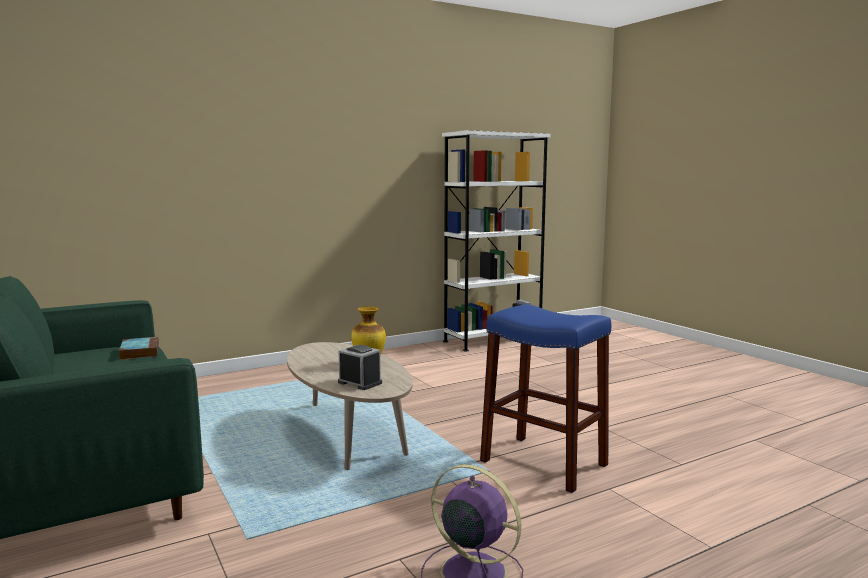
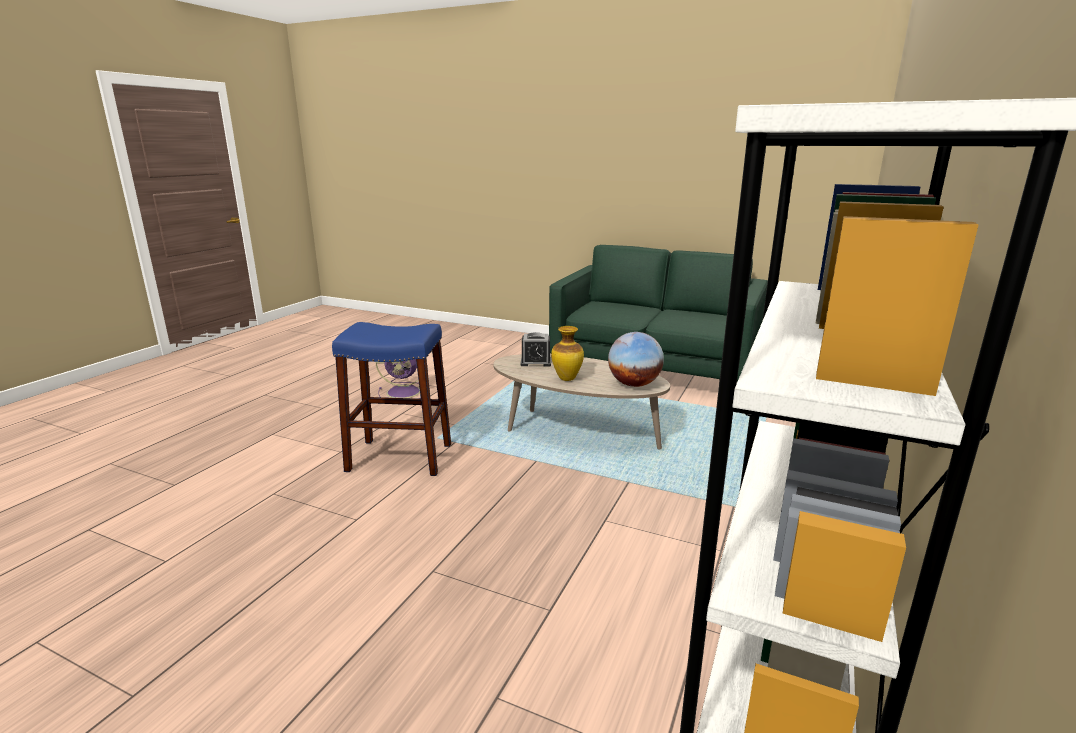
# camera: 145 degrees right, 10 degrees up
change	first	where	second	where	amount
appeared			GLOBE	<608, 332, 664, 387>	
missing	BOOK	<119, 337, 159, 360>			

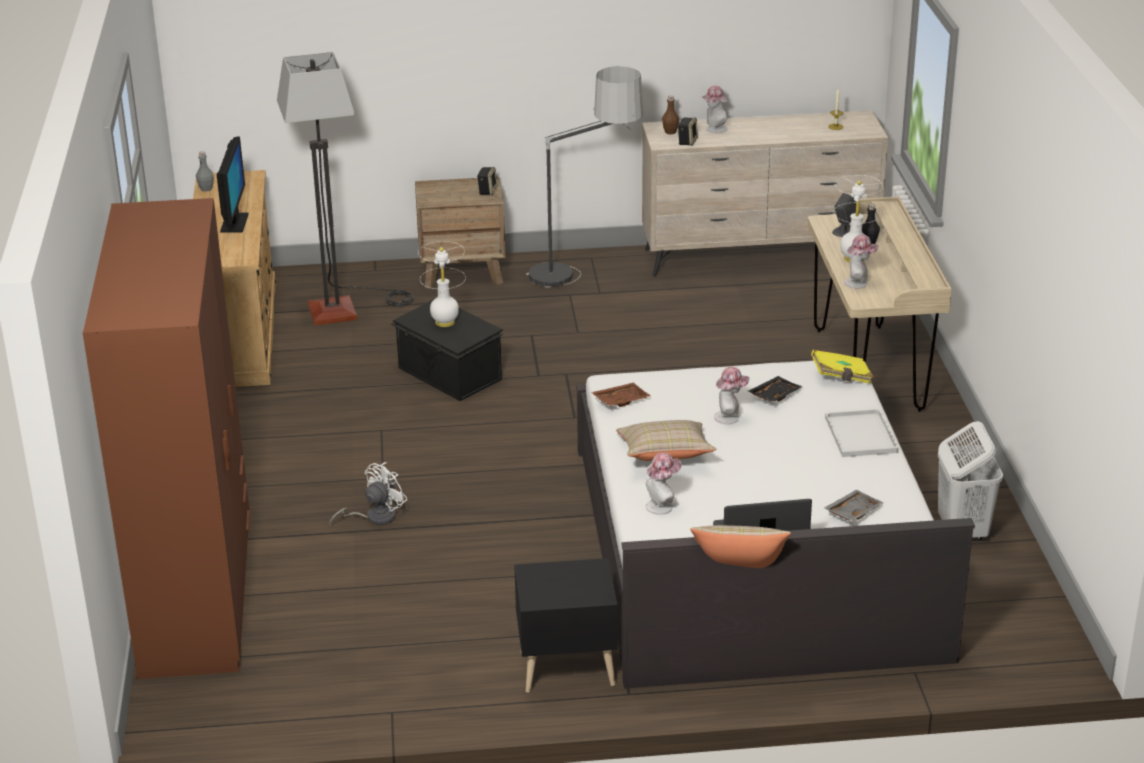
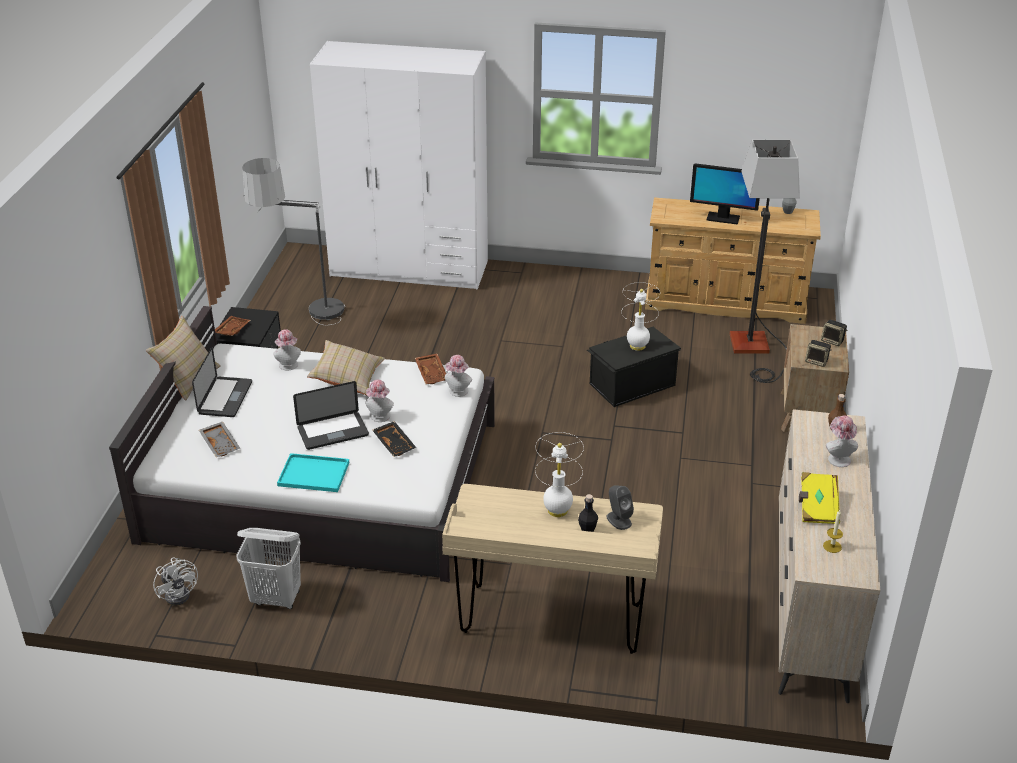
# camera: 105 degrees right, 5 degrees up
change	first	where	second	where	amount
relocated	WHITE FAN	<330, 462, 407, 526>		<153, 557, 198, 606>	
appeared			BROWN TRAY	<215, 316, 251, 336>	
relocated	FLOOR LAMP	<526, 66, 643, 288>		<242, 158, 345, 325>	
colour	WHITE TRAY	<825, 409, 898, 457>	TURQUOISE TRAY	<277, 453, 349, 492>	
appeared			LAPTOP	<293, 381, 369, 450>	
colour	BROWN WARDROBE	<83, 198, 250, 679>	WHITE WARDROBE	<310, 41, 488, 290>	
relocated	HAT	<844, 235, 879, 289>		<445, 355, 472, 397>	
relocated	YELLOW BOOK	<811, 349, 874, 384>		<799, 472, 840, 524>	
relocated	SPEAKER	<677, 117, 698, 146>		<821, 320, 847, 346>	

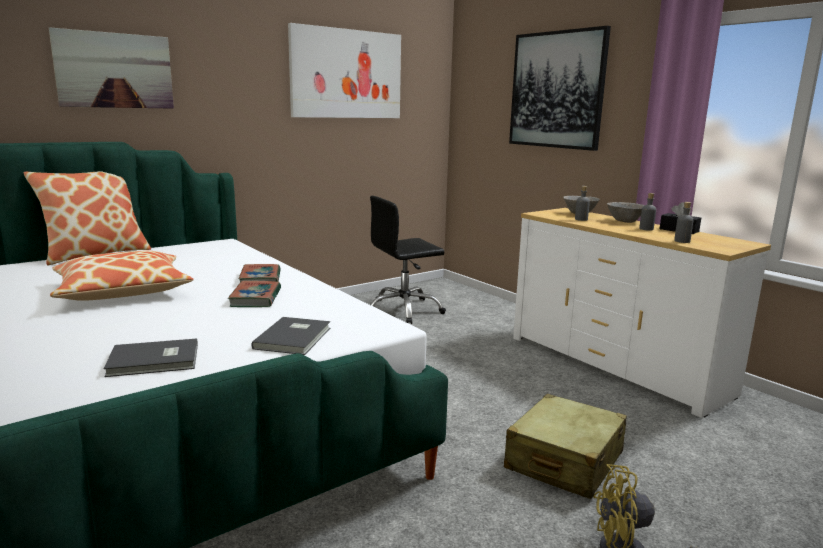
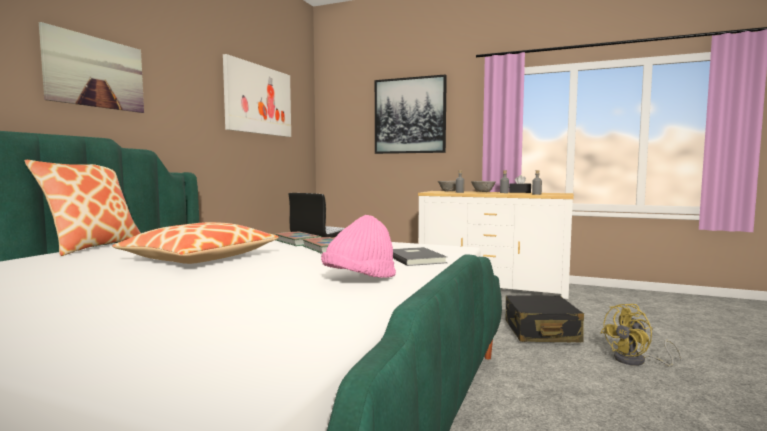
# camera: 30 degrees left, 10 degrees down
change	first	where	second	where	amount
exchanged	GREY BOOK	<103, 338, 198, 377>	PINK HAT	<321, 215, 396, 278>	
colour	BEIGE SUITCASE	<504, 394, 627, 499>	BLACK SUITCASE	<505, 295, 584, 342>	

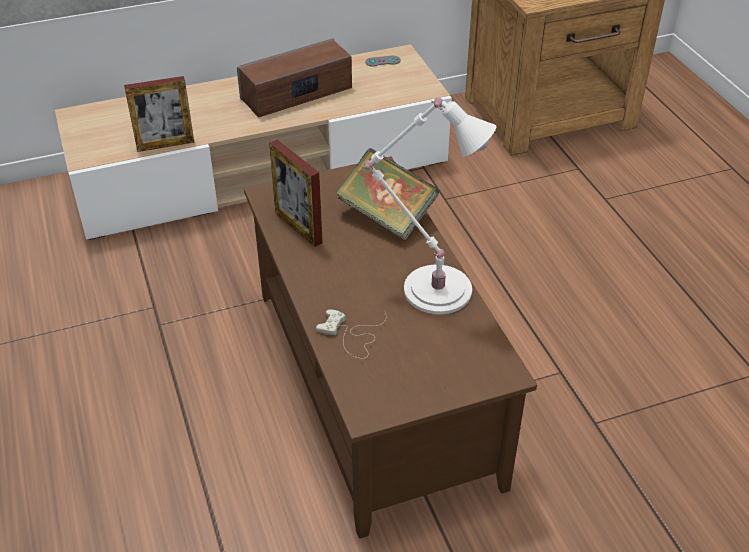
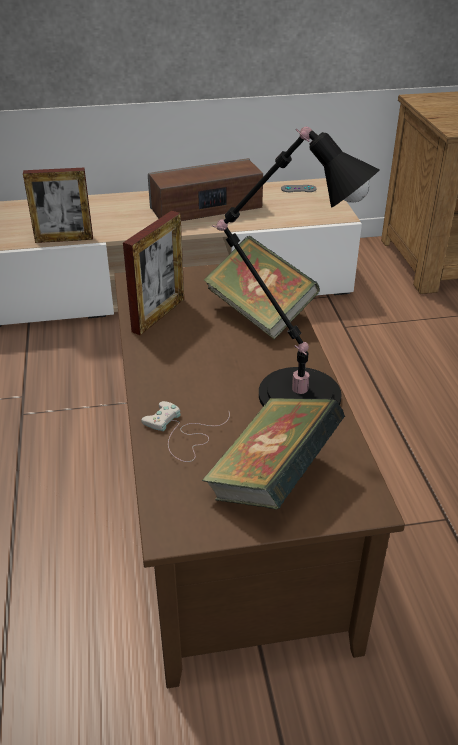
# camera: 10 degrees right, 5 degrees down
change	first	where	second	where	amount
spun	PICTURE FRAME	<269, 140, 323, 247>		<123, 211, 184, 335>	120 degrees counterclockwise
appeared			BOOK	<202, 398, 346, 509>	
colour	WHITE TABLE LAMP	<361, 98, 496, 314>	BLACK TABLE LAMP	<212, 127, 380, 406>	

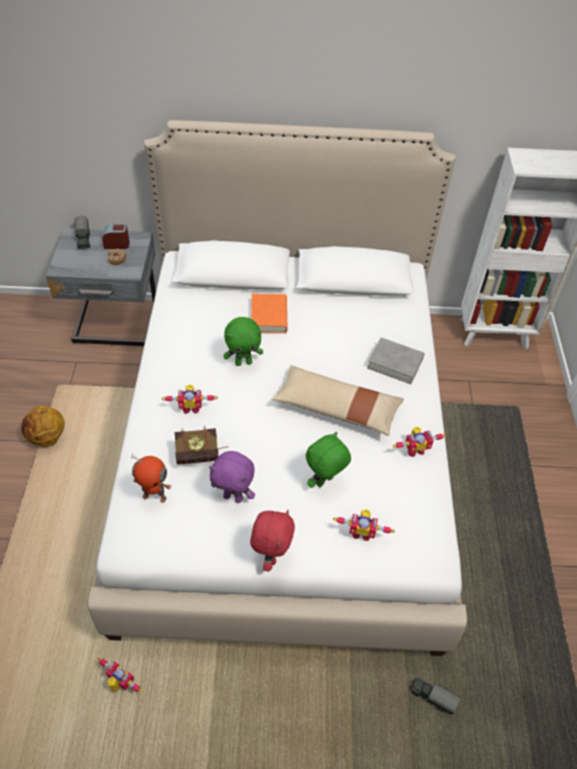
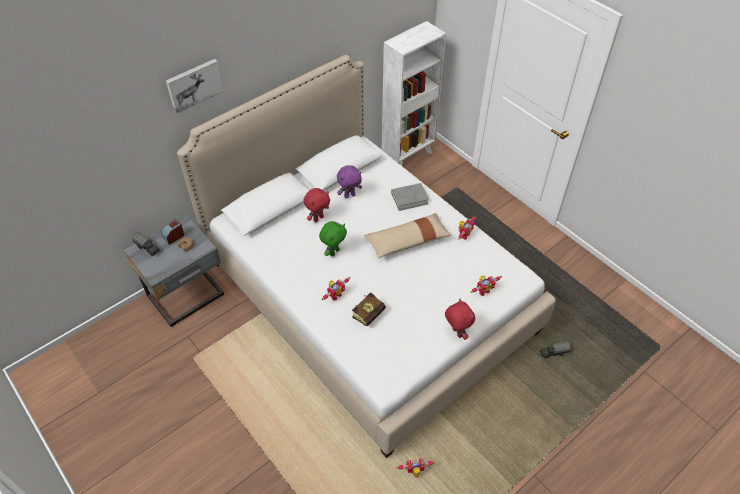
# camera: 40 degrees left, 0 degrees up
change	first	where	second	where	amount
appeared			PICTURE	<166, 59, 224, 114>	
exchanged	ORANGE BOOK	<251, 294, 287, 333>	RED PLUSH TOY	<304, 188, 330, 222>	
relocated	PURPLE PLUSH TOY	<209, 451, 255, 503>		<337, 165, 362, 199>	
missing	BASKETBALL	<21, 406, 65, 447>			
missing	TOY ROBOT	<131, 454, 171, 503>			
missing	GREEN PLUSH TOY	<306, 432, 351, 488>			

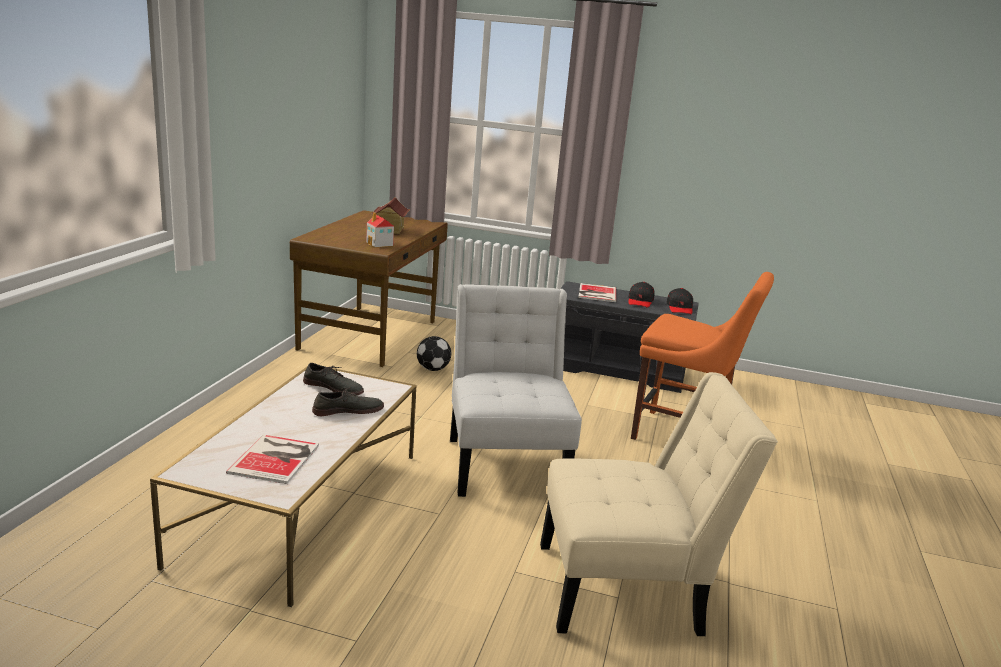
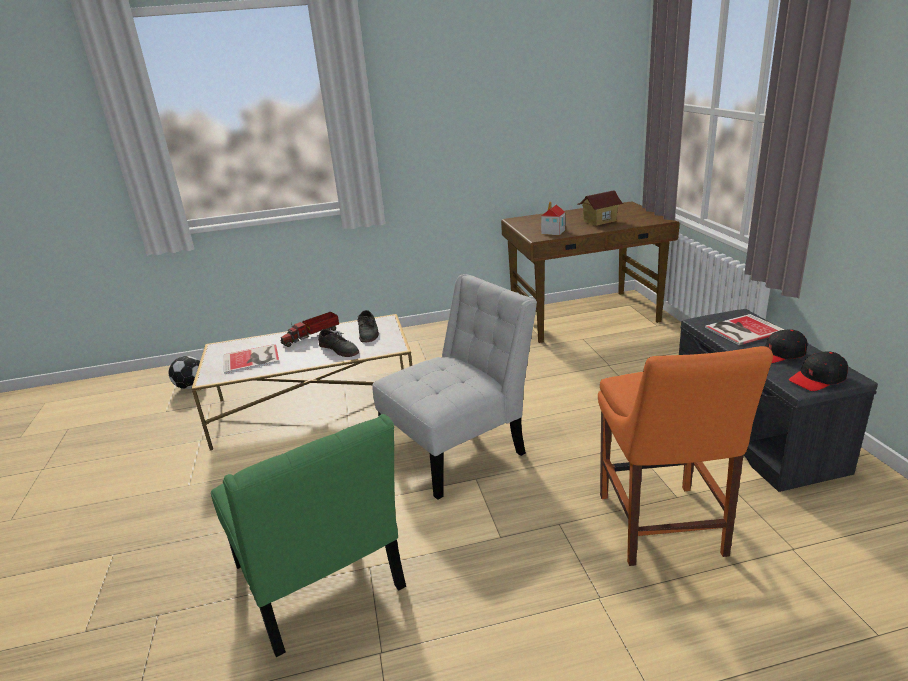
# camera: 65 degrees right, 5 degrees up
change	first	where	second	where	amount
relocated	FOOTBALL	<417, 336, 451, 371>		<169, 356, 200, 389>	
colour	BEIGE CHAIR	<540, 372, 778, 636>	GREEN CHAIR	<211, 414, 406, 657>	
appeared			TOY TRUCK	<281, 312, 339, 347>	

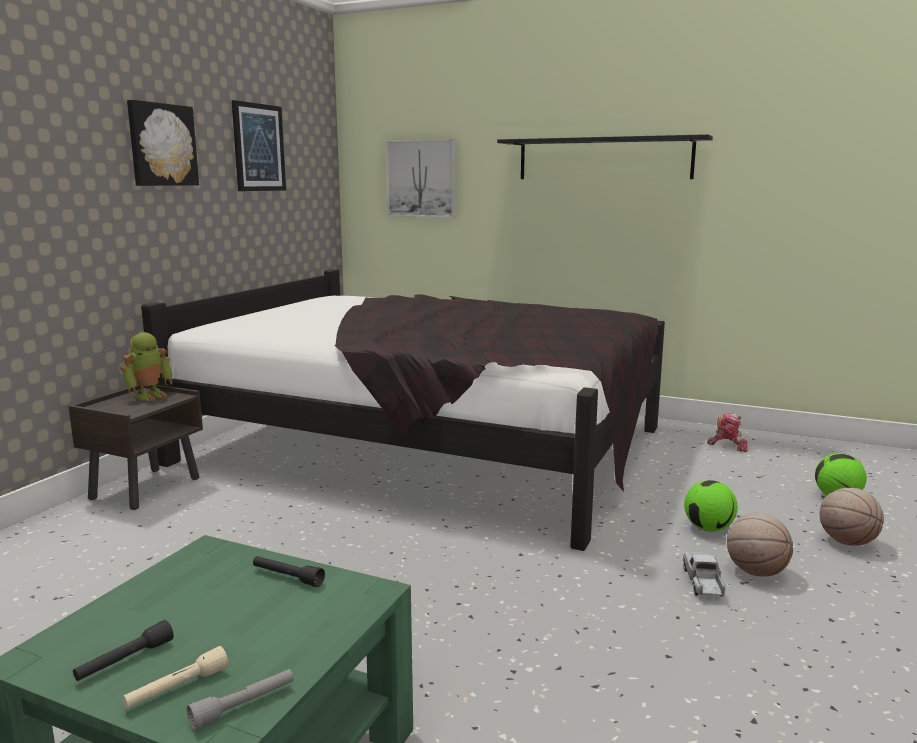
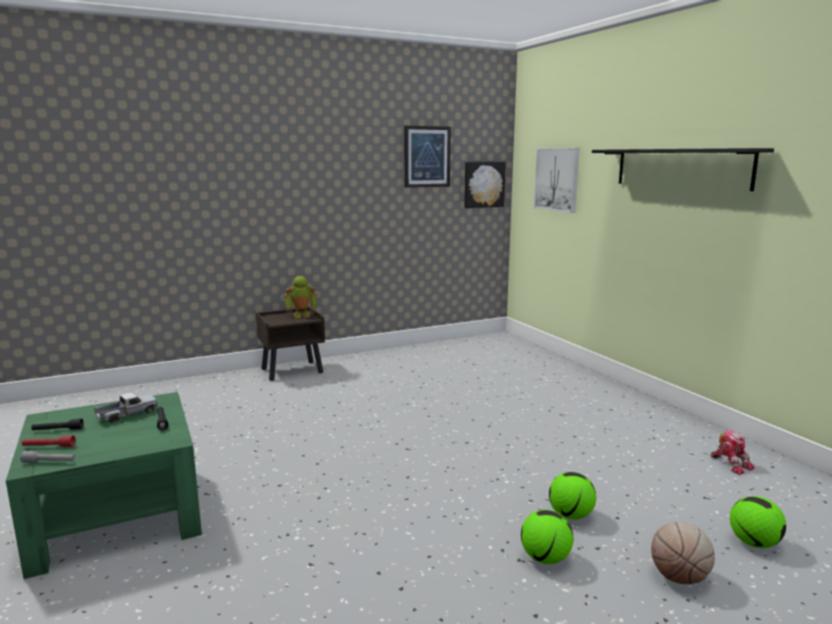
# camera: 40 degrees right, 0 degrees up
change	first	where	second	where	amount
colour	BEIGE FLASHLIGHT	<123, 646, 228, 709>	RED FLASHLIGHT	<22, 435, 76, 447>	
relocated	TOY TRUCK	<683, 552, 725, 599>		<94, 393, 158, 423>	
relocated	PICTURE	<127, 100, 199, 186>		<464, 162, 506, 208>	
exchanged	BASKETBALL	<727, 513, 793, 576>	FOOTBALL	<521, 509, 574, 564>	
missing	BLACK BED	<141, 269, 665, 551>			

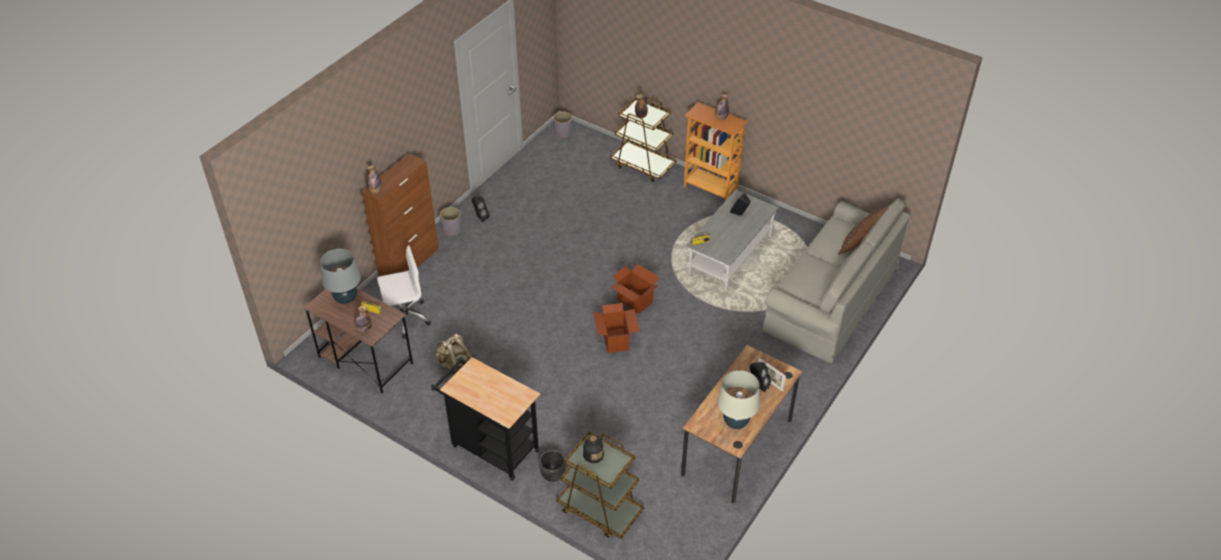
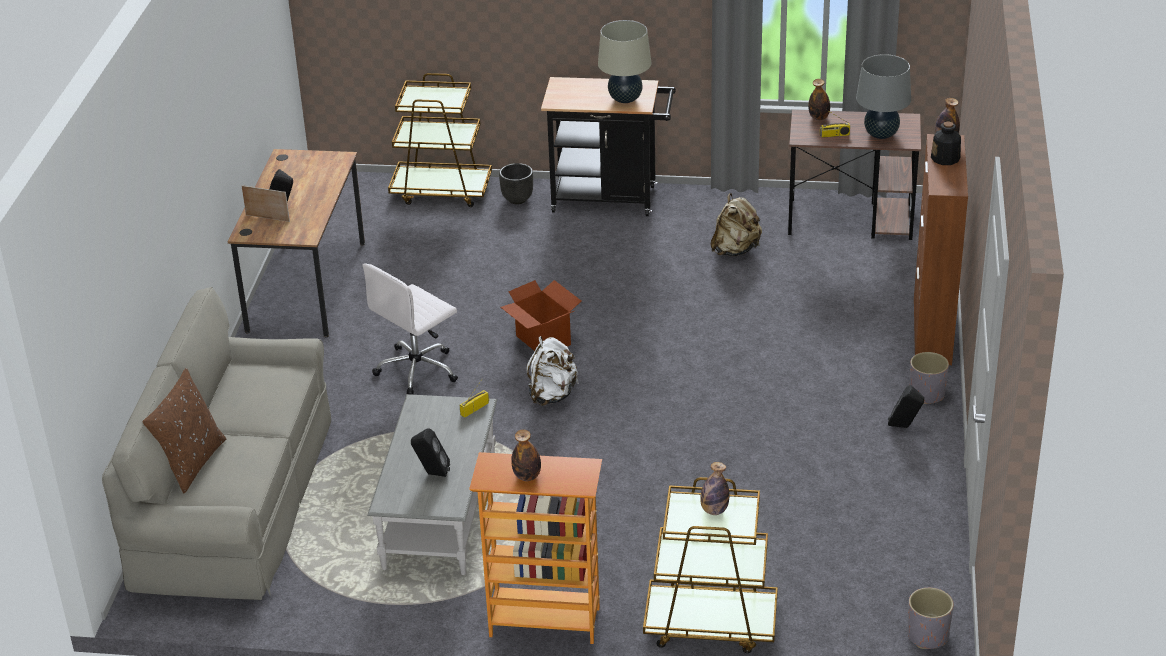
# camera: 155 degrees right, 10 degrees down
change	first	where	second	where	amount
relocated	WHITE OFFICE CHAIR	<377, 245, 431, 339>		<362, 263, 458, 395>	
exchanged	CARDBOARD BOX	<611, 264, 660, 314>	WHITE BACKPACK	<526, 336, 579, 406>	
relocated	BEIGE TABLE LAMP	<717, 370, 760, 429>		<598, 20, 651, 103>	
relocated	BOTTLE	<583, 435, 604, 463>		<931, 122, 961, 165>	

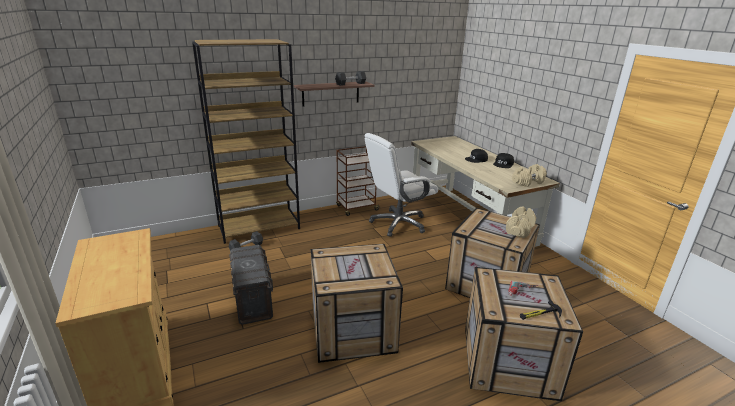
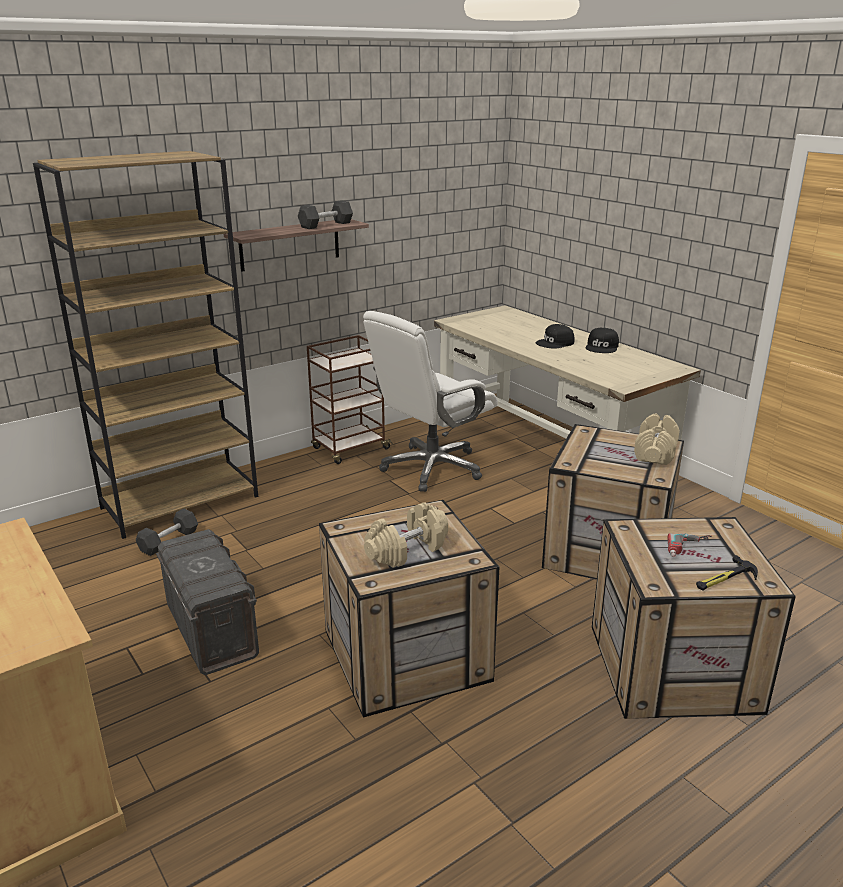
# camera: 10 degrees left, 0 degrees up
change	first	where	second	where	amount
relocated	BEIGE DUMBBELL	<512, 164, 547, 187>		<364, 502, 448, 568>	

